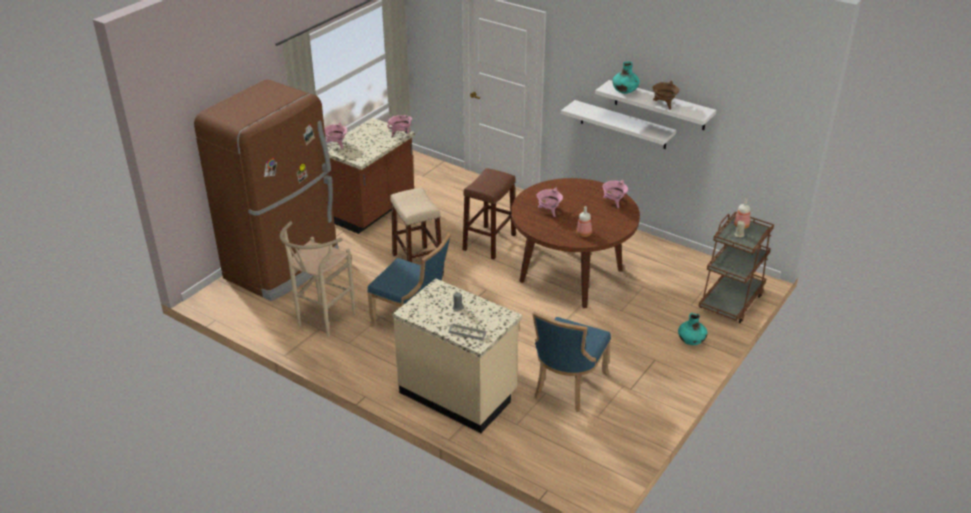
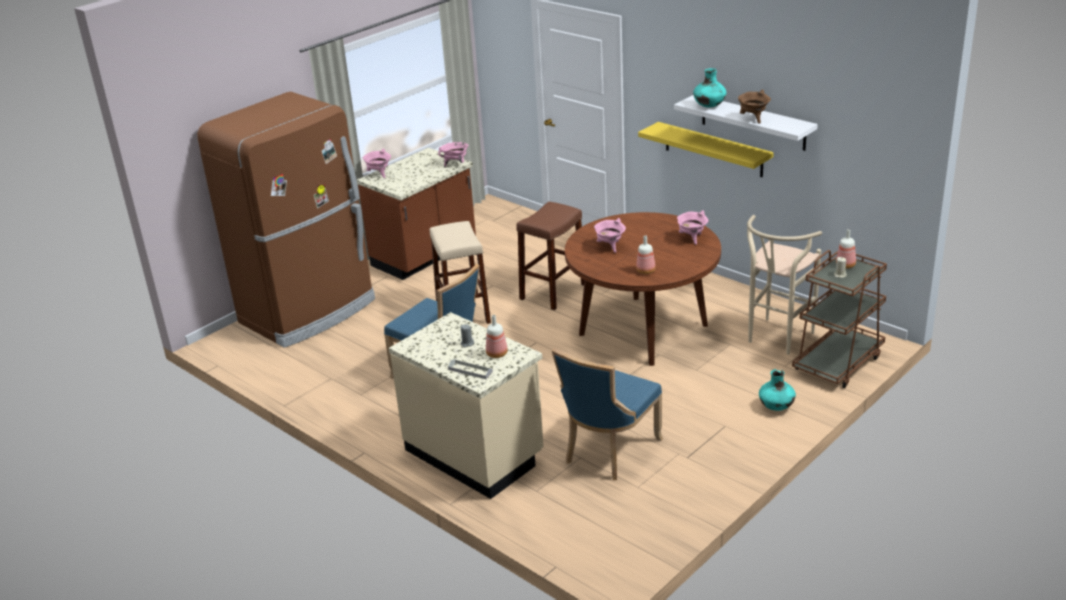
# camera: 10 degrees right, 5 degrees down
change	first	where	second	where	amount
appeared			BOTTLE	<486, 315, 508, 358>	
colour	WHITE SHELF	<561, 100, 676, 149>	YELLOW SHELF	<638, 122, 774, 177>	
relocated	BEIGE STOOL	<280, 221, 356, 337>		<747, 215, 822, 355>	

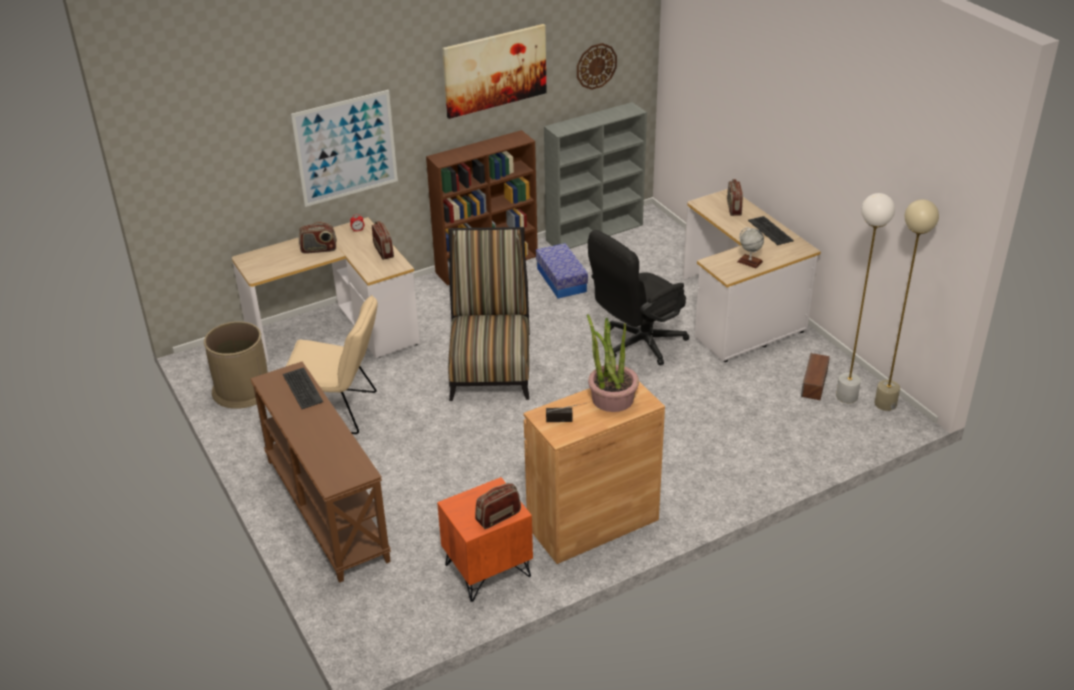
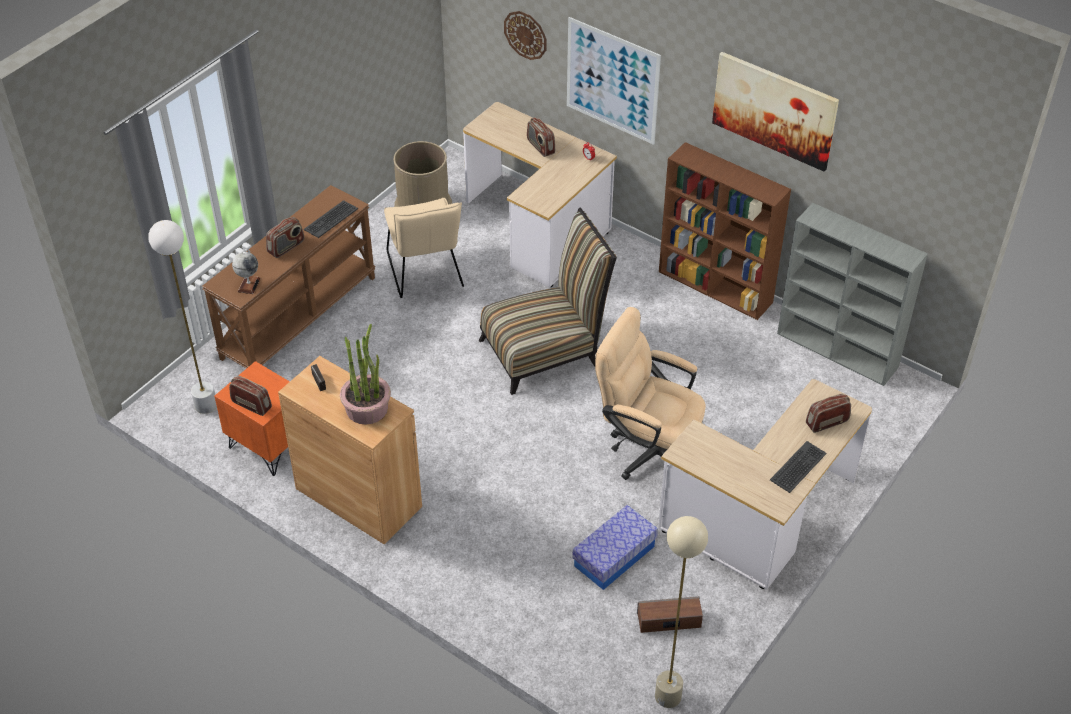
# camera: 65 degrees right, 10 degrees up
change	first	where	second	where	amount
relocated	WHITE FLOOR LAMP	<836, 193, 895, 403>		<148, 220, 217, 414>	
relocated	GLOBE	<737, 227, 764, 268>		<232, 249, 261, 294>	
relocated	RADIO	<372, 221, 394, 260>		<266, 217, 304, 258>	
relocated	WALL CLOCK	<577, 43, 617, 90>		<504, 11, 546, 60>	
relocated	STORAGE BOX	<536, 243, 588, 298>		<572, 505, 658, 590>	
colour	BLACK OFFICE CHAIR	<588, 230, 689, 365>	BEIGE OFFICE CHAIR	<595, 307, 706, 480>	

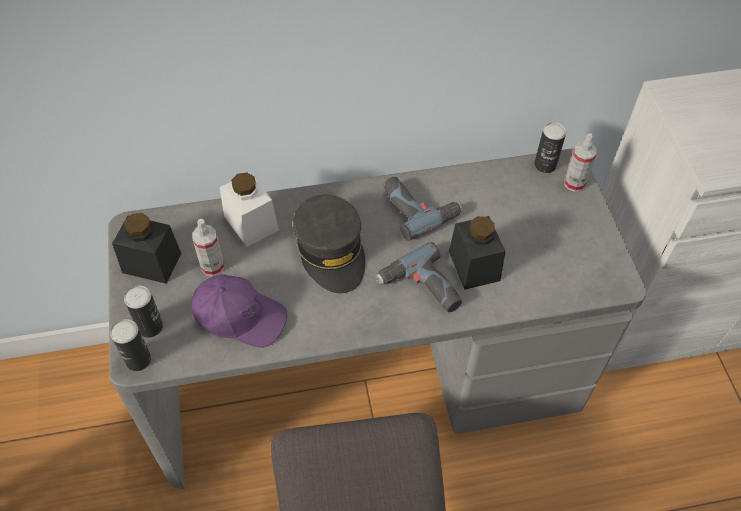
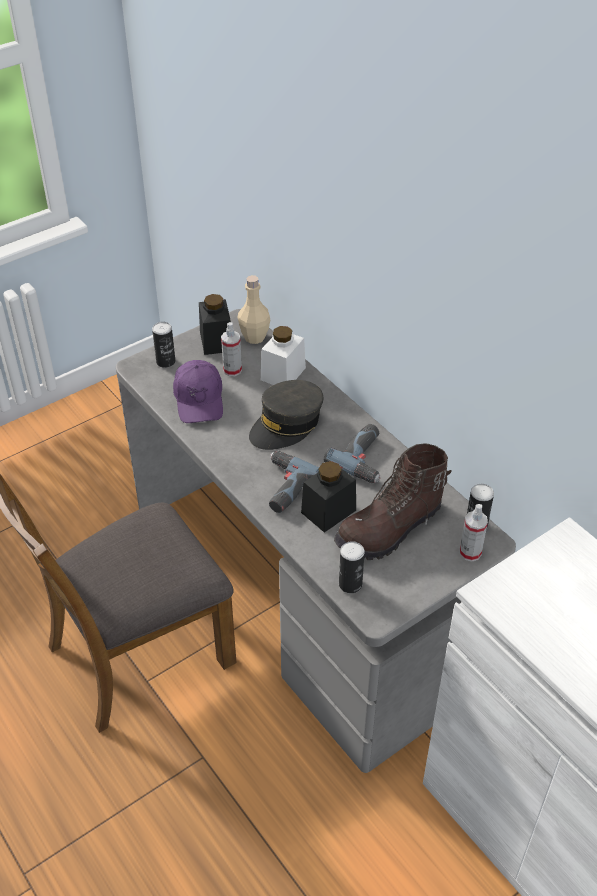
# camera: 65 degrees right, 10 degrees down
change	first	where	second	where	amount
appeared			BEIGE BOTTLE	<238, 275, 270, 344>	
appeared			BROWN BOOT	<334, 443, 452, 560>	
relocated	CAN	<110, 319, 151, 371>		<339, 541, 365, 593>	

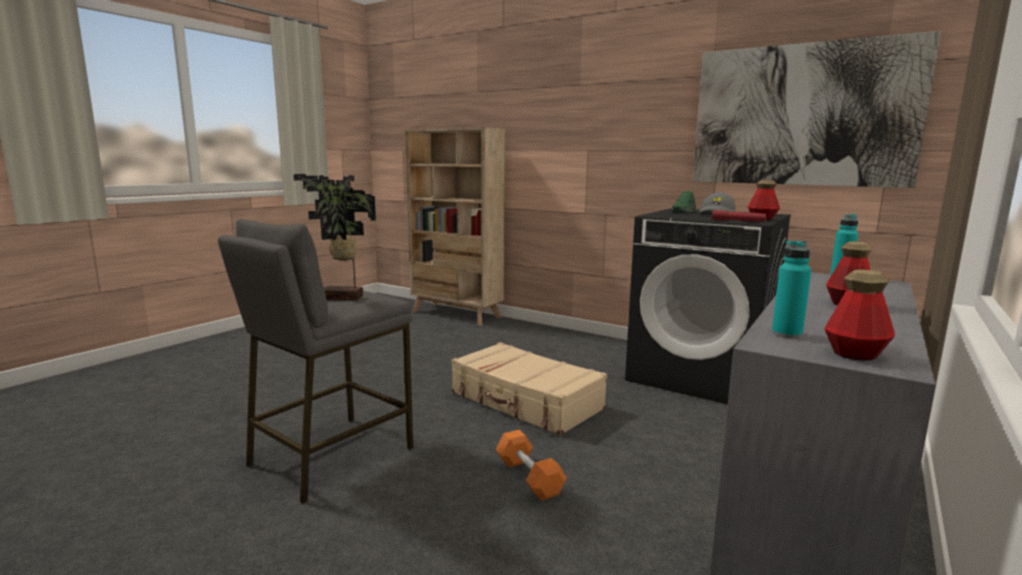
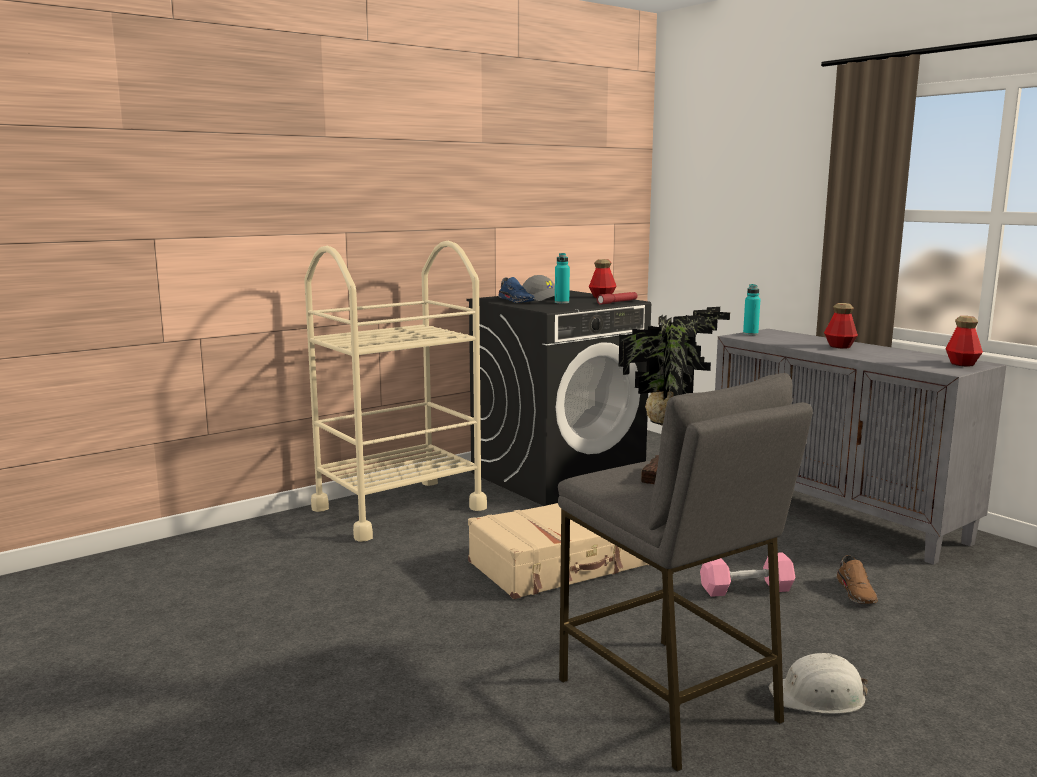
# camera: 70 degrees left, 0 degrees up
change	first	where	second	where	amount
appeared			BEIGE CART	<304, 241, 487, 542>	
colour	GREEN SHOE	<672, 191, 697, 212>	BLUE SHOE	<498, 277, 535, 303>	
relocated	TURQUOISE BOTTLE	<772, 240, 811, 338>		<555, 253, 570, 304>	
colour	ORANGE DUMBBELL	<496, 430, 567, 501>	PINK DUMBBELL	<700, 552, 795, 597>	
appeared			WHITE HARD HAT	<769, 653, 868, 714>	
appeared			BROWN SHOE	<836, 555, 878, 604>	
missing	BEIGE BOOKCASE	<405, 127, 505, 326>			
missing	PICTURE	<693, 31, 941, 188>			

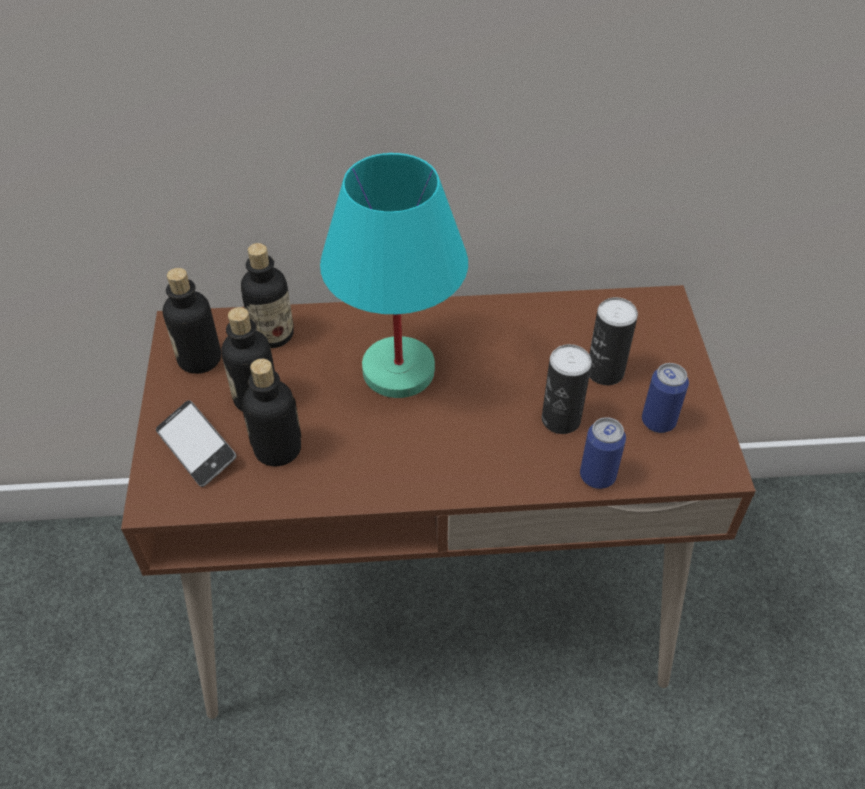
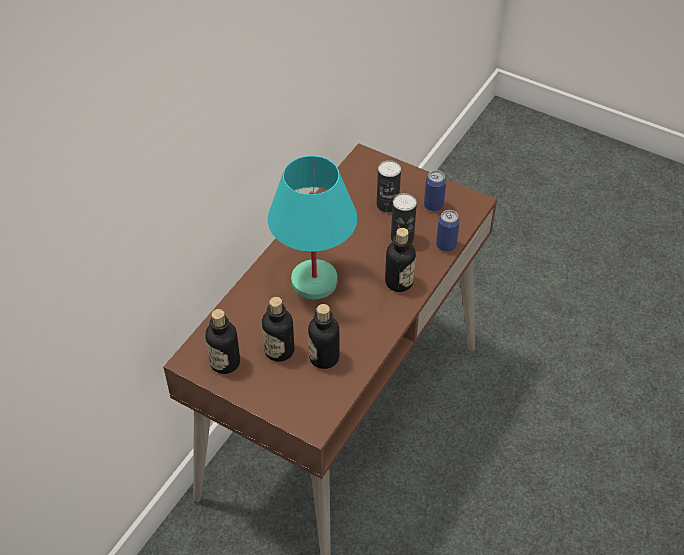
# camera: 55 degrees left, 0 degrees up
change	first	where	second	where	amount
relocated	BOTTLE	<241, 243, 294, 348>		<385, 228, 416, 292>	
missing	PHONE	<156, 400, 237, 487>			

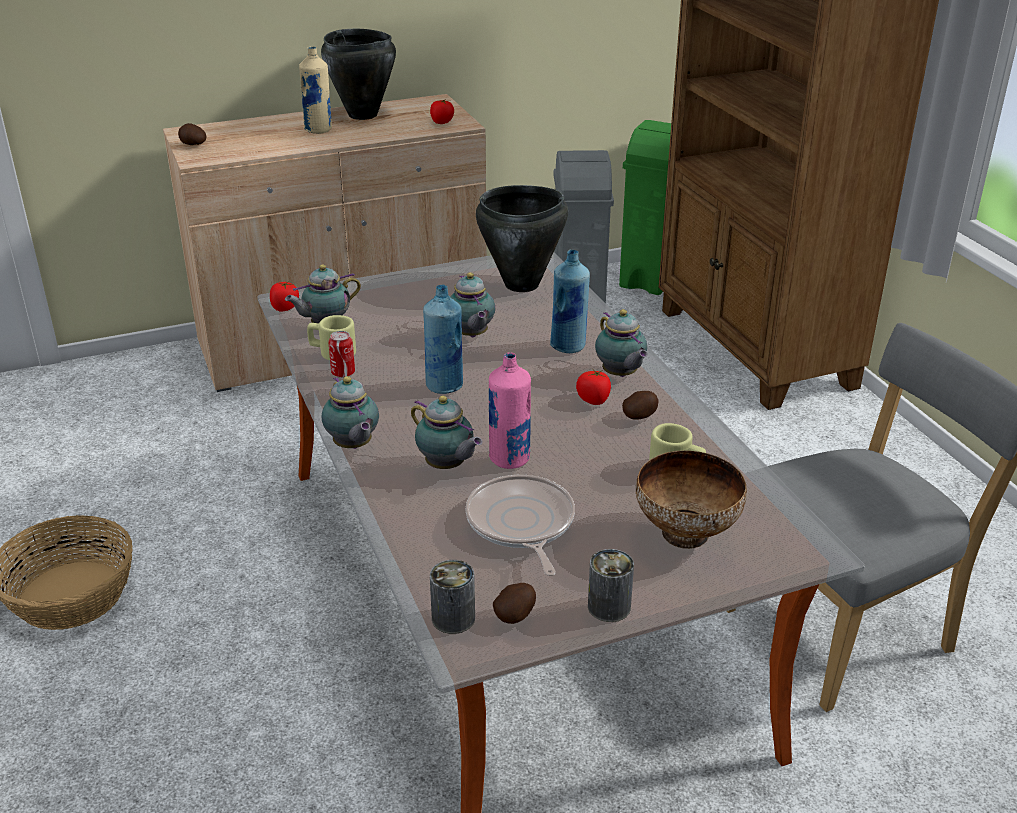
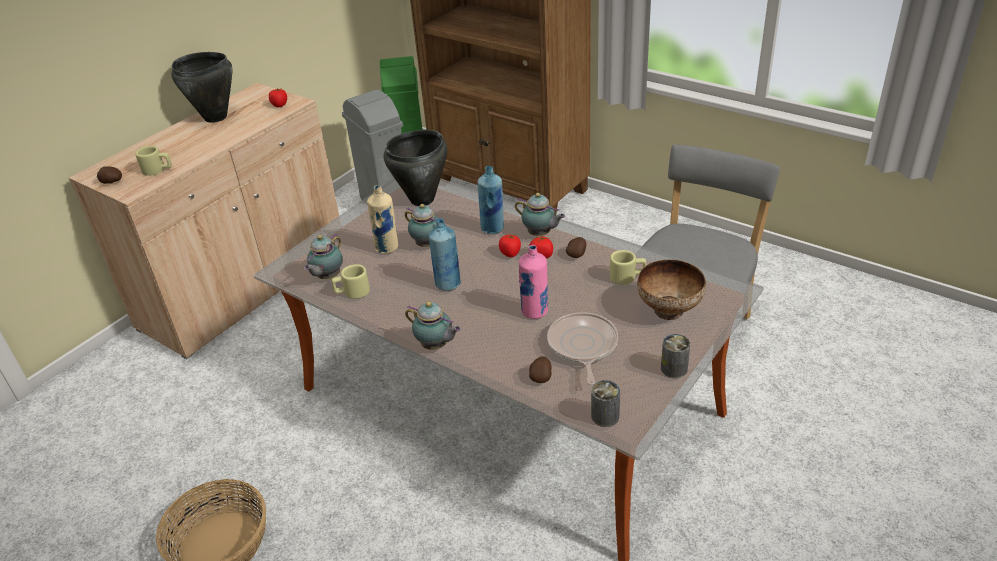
# camera: 30 degrees left, 5 degrees up
change	first	where	second	where	amount
appeared			BEIGE MUG	<135, 146, 172, 176>	
relocated	BEIGE BOTTLE	<299, 46, 332, 134>		<367, 185, 398, 254>	
relocated	TOMATO	<270, 281, 299, 312>		<499, 234, 521, 257>	
relocated	POTATO	<493, 583, 536, 624>		<529, 356, 551, 383>	
spun	FRYING PAN	<465, 475, 575, 576>		<547, 312, 618, 385>	45 degrees clockwise
missing	CAN	<329, 331, 355, 378>			
missing	TEAPOT	<411, 396, 483, 469>			

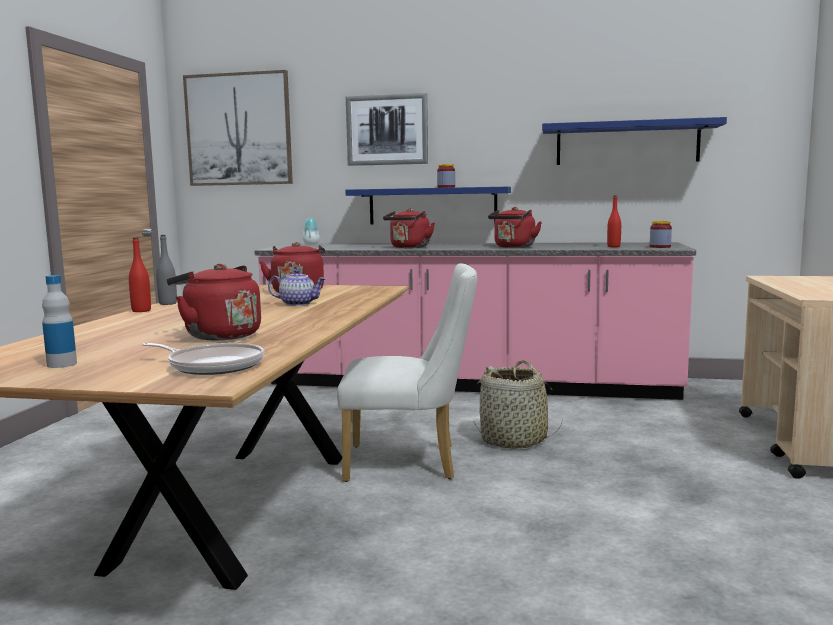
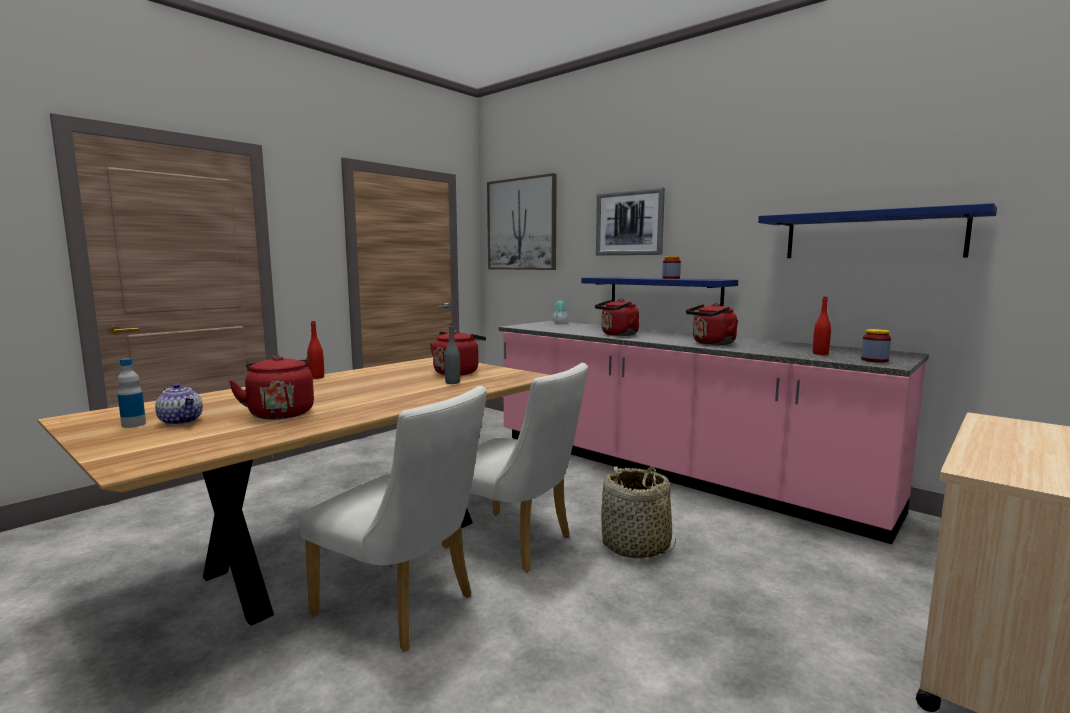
# camera: 30 degrees right, 0 degrees up
change	first	where	second	where	amount
relocated	TEAPOT	<268, 269, 326, 306>		<155, 383, 203, 425>	
appeared			WHITE CHAIR	<299, 386, 487, 652>	
relocated	GREY BOTTLE	<156, 235, 177, 305>		<444, 324, 460, 384>	
missing	FRYING PAN	<142, 343, 264, 375>			

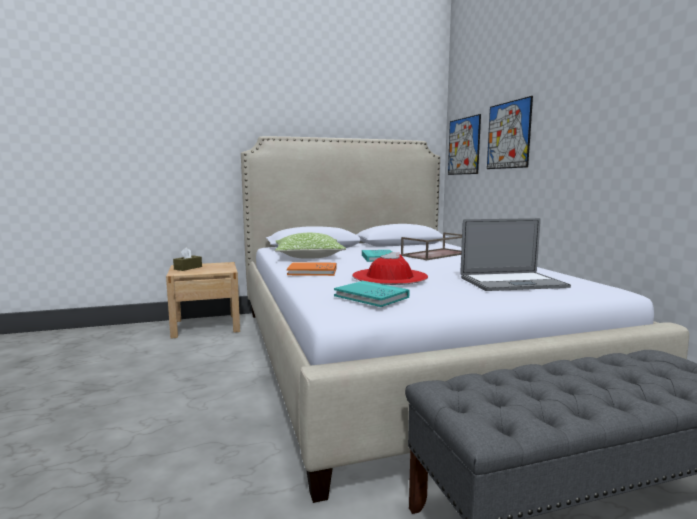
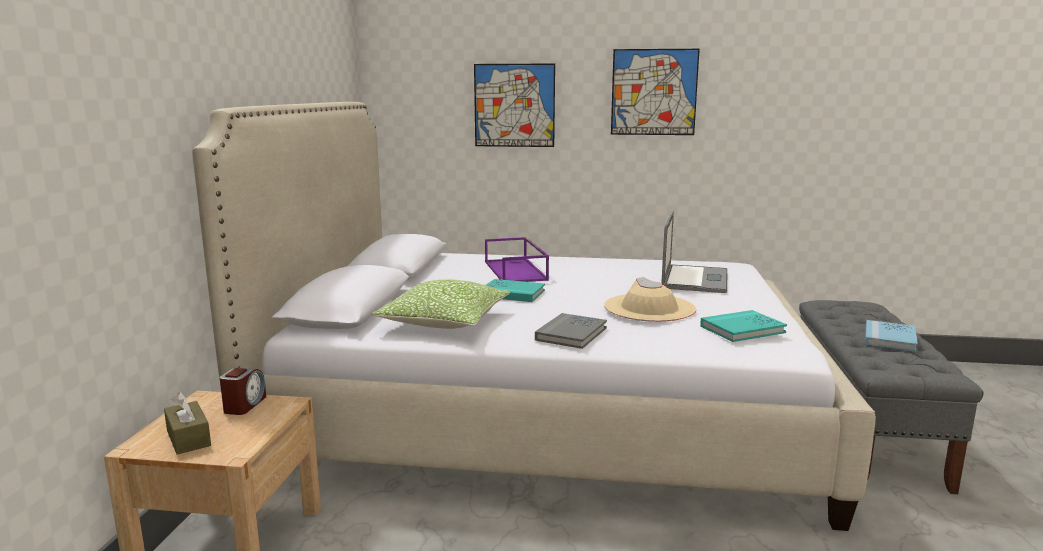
# camera: 65 degrees left, 5 degrees up
change	first	where	second	where	amount
appeared			ALARM CLOCK	<220, 368, 266, 415>	
colour	BROWN TRAY	<401, 232, 462, 260>	PURPLE TRAY	<485, 237, 549, 282>	
colour	ORANGE BOOK	<287, 262, 336, 276>	GREY BOOK	<535, 313, 607, 349>	
colour	RED HAT	<352, 252, 428, 285>	BEIGE HAT	<604, 277, 696, 322>	
relocated	PICTURE	<448, 114, 481, 175>		<611, 49, 700, 135>	
appeared			BLUE BOOK	<865, 320, 918, 352>	

